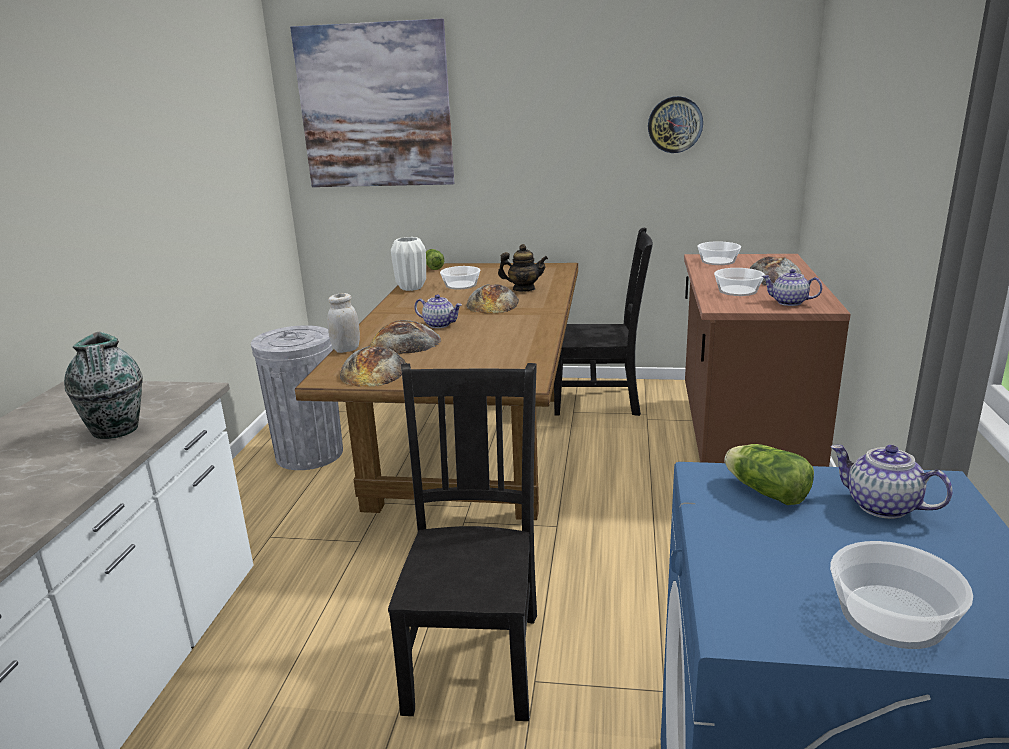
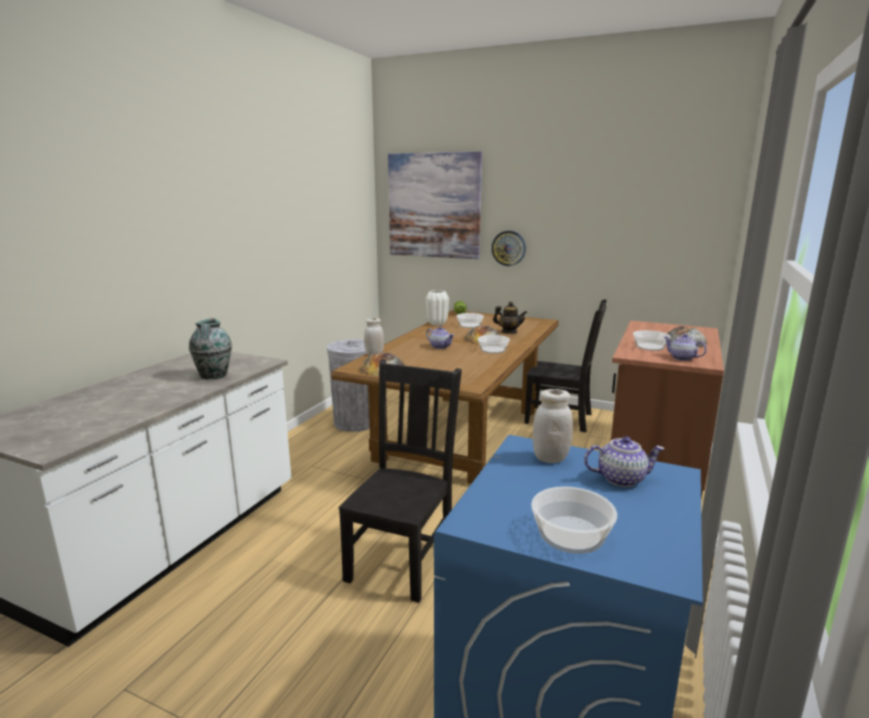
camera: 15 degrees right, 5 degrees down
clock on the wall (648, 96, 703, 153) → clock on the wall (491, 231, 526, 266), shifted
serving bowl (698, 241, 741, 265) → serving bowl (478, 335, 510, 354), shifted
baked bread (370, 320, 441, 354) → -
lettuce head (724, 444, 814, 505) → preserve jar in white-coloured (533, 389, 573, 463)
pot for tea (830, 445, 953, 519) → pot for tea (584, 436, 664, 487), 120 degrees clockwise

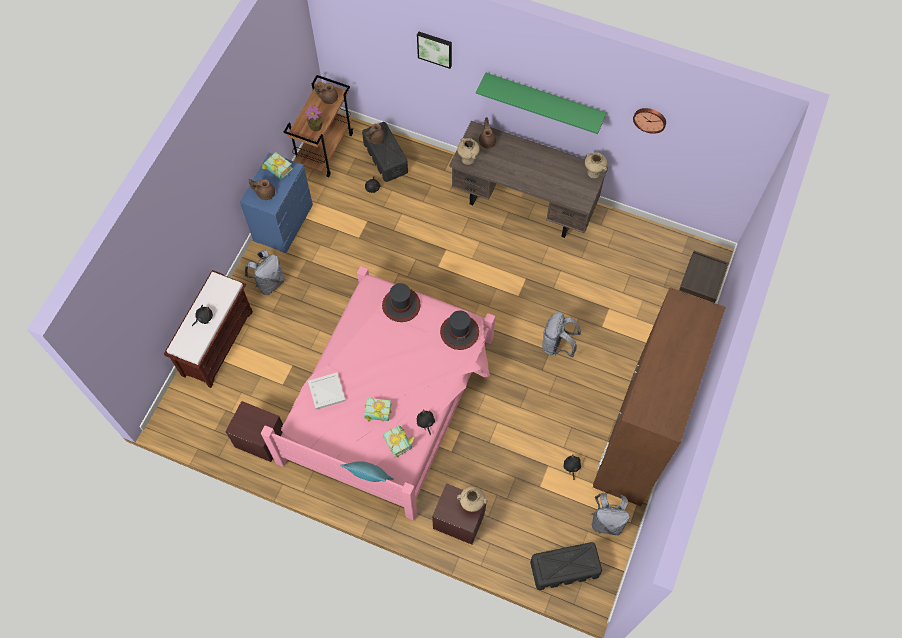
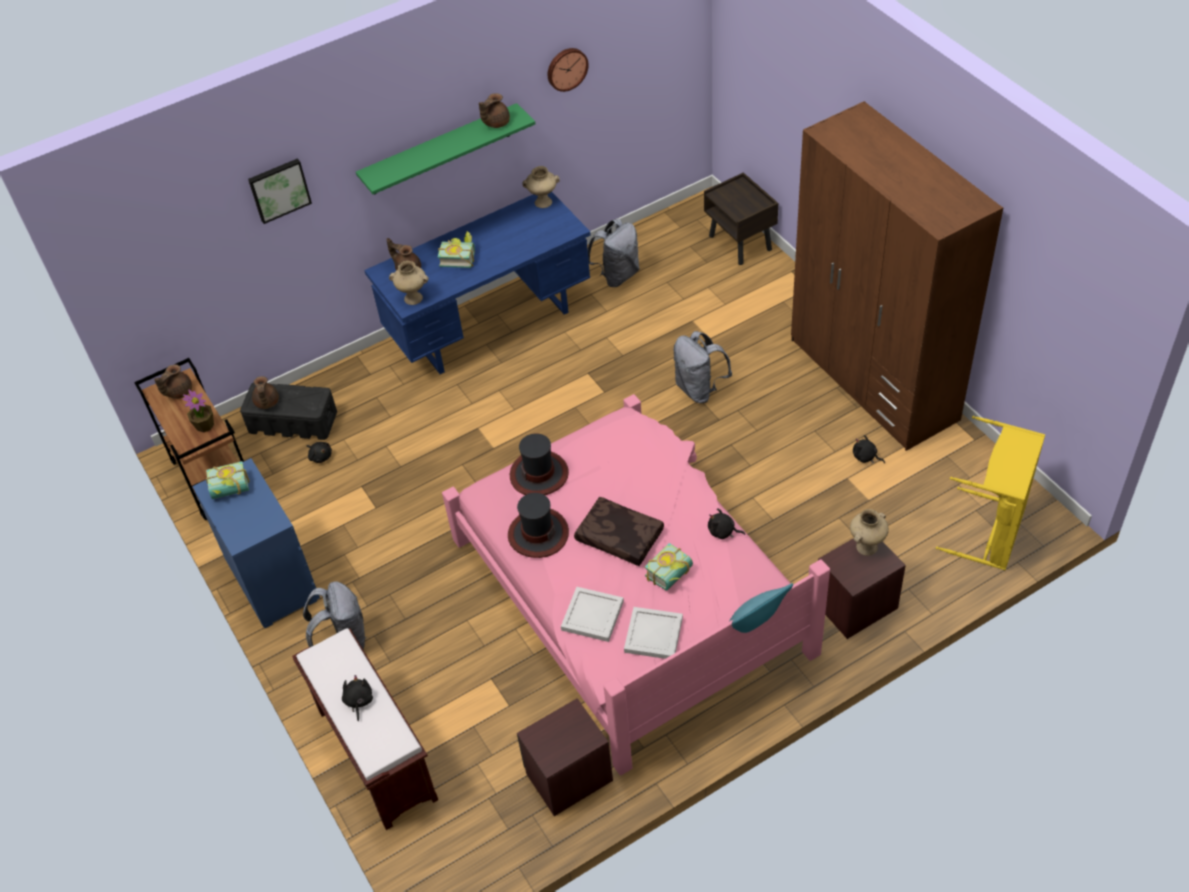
camera: 50 degrees left, 15 degrees down
desk table in brownish (449, 121, 608, 238) → desk table in bluish (364, 192, 591, 374)
pot for tea in brownish (249, 179, 275, 200) → pot for tea in brownish (479, 93, 510, 128), shifted
wearable hat (440, 310, 479, 350) → wearable hat (508, 493, 569, 558), shifted
book (383, 426, 415, 457) → book (438, 231, 475, 268), shifted
knapsack in gray (590, 493, 630, 535) → knapsack in gray (588, 219, 639, 287), shifted
storage box in black-coloured (530, 542, 602, 590) → washing basket in yellow (936, 416, 1045, 570)
- → throw pillow in brownish (574, 497, 664, 566)
- → serving tray in white-coloured (624, 607, 683, 659)

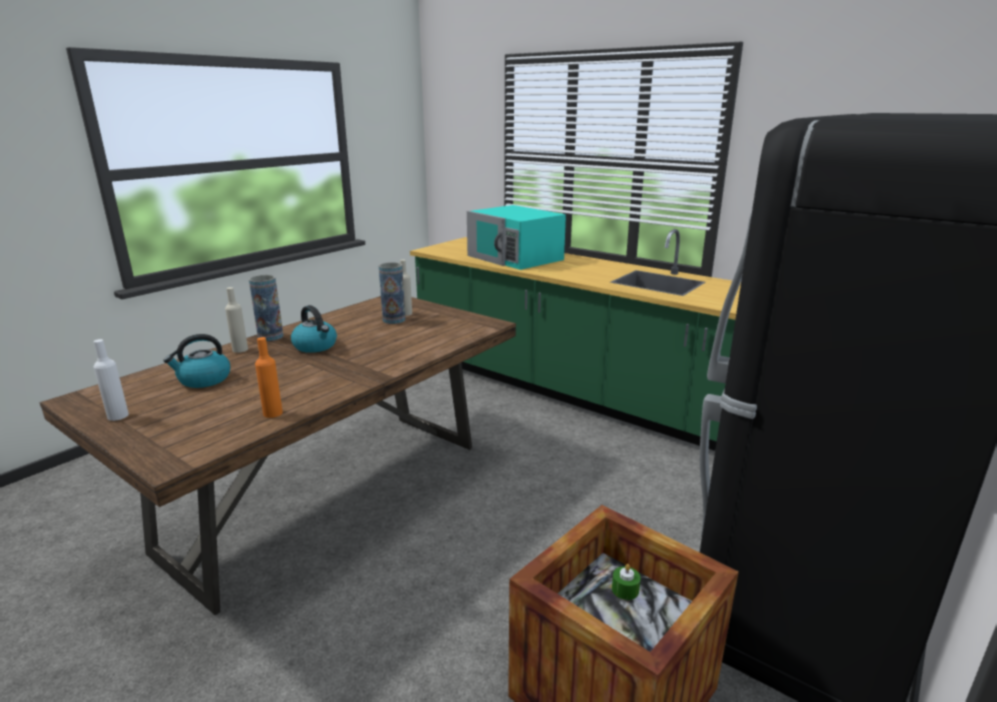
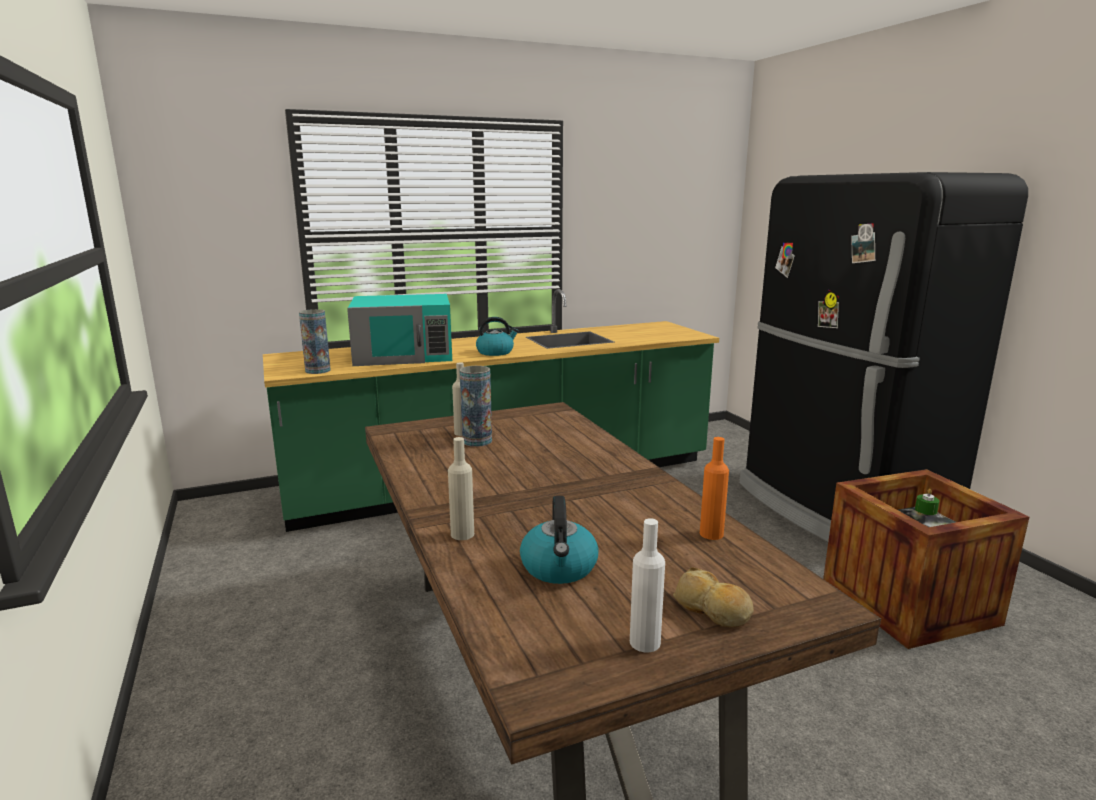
camera: 60 degrees left, 5 degrees down
flower vase (249, 275, 283, 341) → flower vase (299, 309, 331, 374), shifted
water kettle (291, 305, 337, 353) → water kettle (476, 317, 519, 356), shifted
- → baked bread (673, 567, 754, 627)

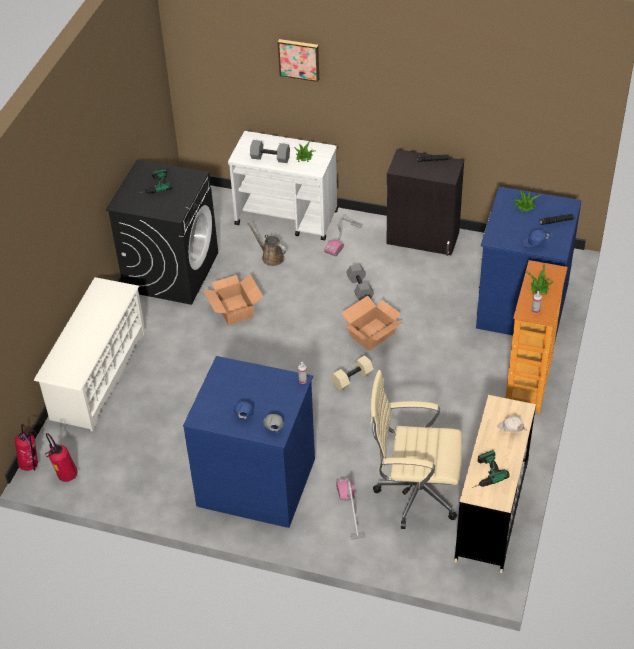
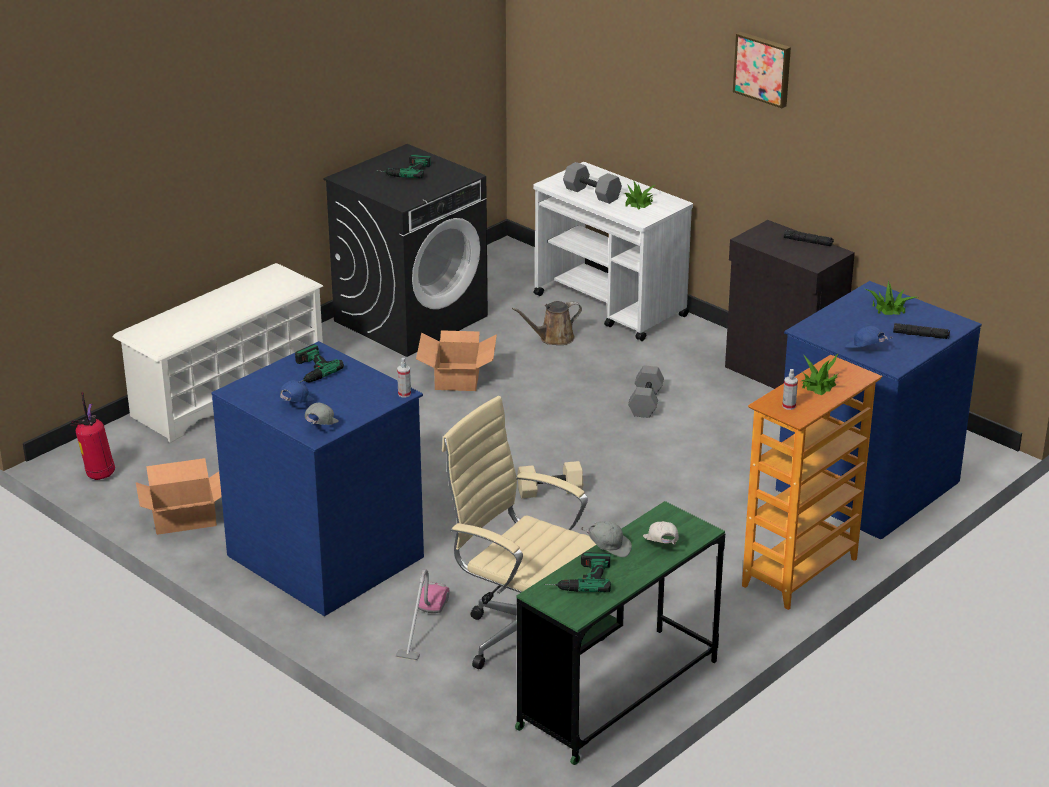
camera: 25 degrees right, 15 degrees down
wall picture (278, 39, 319, 82) → wall picture (733, 32, 791, 108), shifted
vacuum cleaner (324, 217, 363, 256) → -
watering pot in brownish (248, 223, 286, 266) → watering pot in brownish (512, 301, 582, 345), 90 degrees counterclockwise
cardboard box (341, 296, 404, 351) → cardboard box (136, 458, 222, 535), shifted
desk table in beige-coloured (454, 395, 536, 573) → desk table in green (515, 501, 725, 765)
fire extinguisher (15, 424, 38, 471) → -
- → electric drill (295, 344, 344, 383)
- → peaked cap in gray (581, 521, 632, 557)

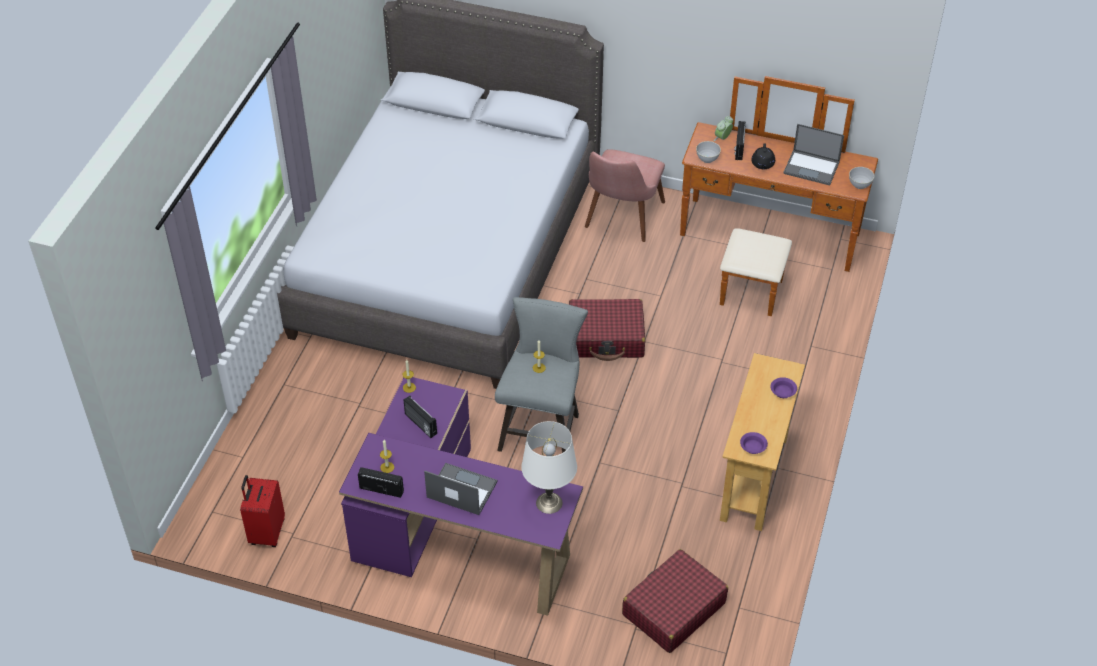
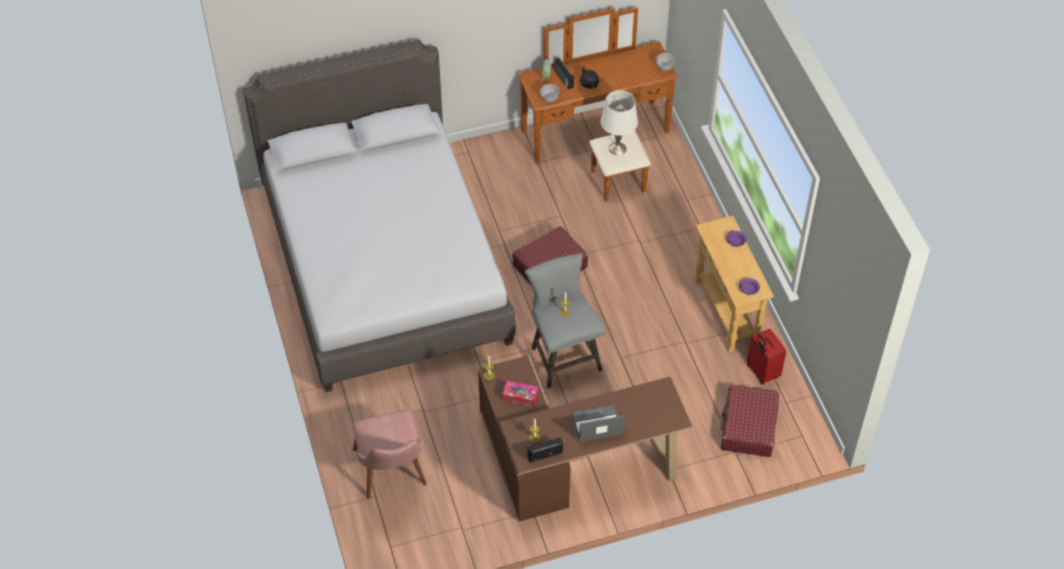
camera: 35 degrees left, 5 degrees up
notebook computer (783, 124, 844, 186) → -
chair in pink (585, 149, 665, 242) → chair in pink (353, 410, 427, 499), shifted
desk table in purple (339, 377, 583, 616) → desk table in brownish (478, 355, 692, 521)
radio (404, 396, 437, 438) → tissue box (502, 381, 539, 407)
tabletop lamp in white-coloured (521, 421, 577, 514) → tabletop lamp in white-coloured (601, 90, 638, 155), shifted
suitcase in reddish (240, 475, 285, 547) → suitcase in reddish (747, 329, 786, 385), shifted

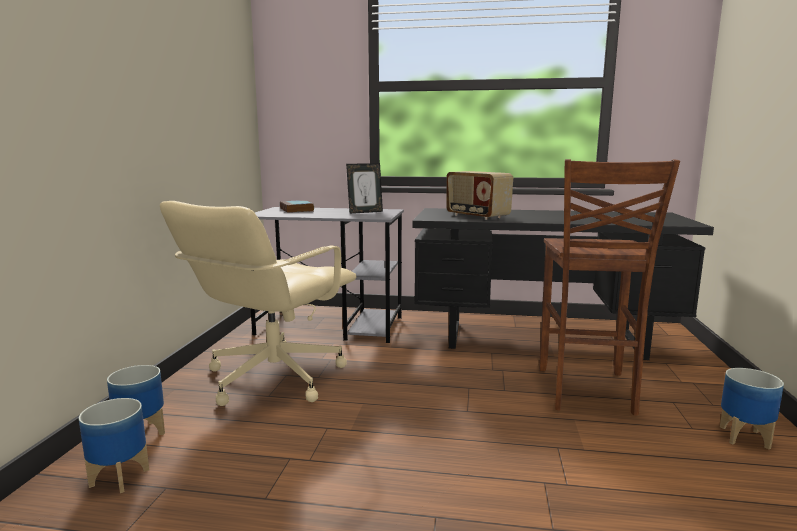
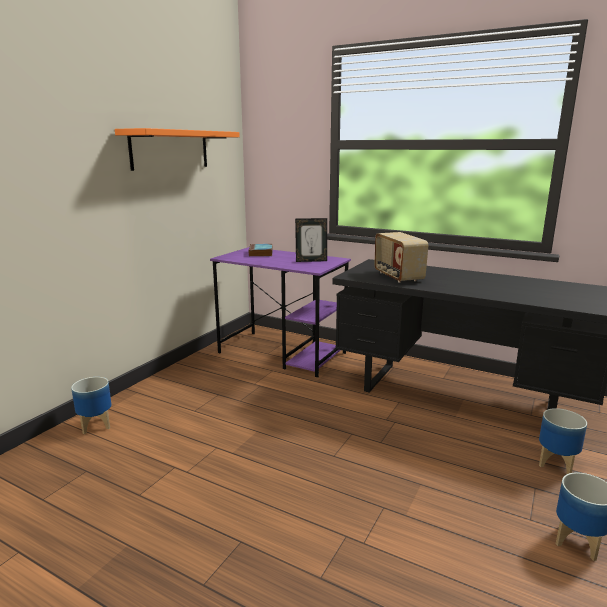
camera: 20 degrees right, 5 degrees up
stool in brownish (539, 159, 680, 416) → -
office chair in beige-coloured (160, 201, 357, 406) → -
desk table in gray (251, 207, 404, 343) → desk table in purple (210, 247, 351, 377)
flower pot (79, 398, 149, 493) → flower pot (539, 408, 587, 474), shifted
- → shelf in orangey (115, 128, 240, 171)

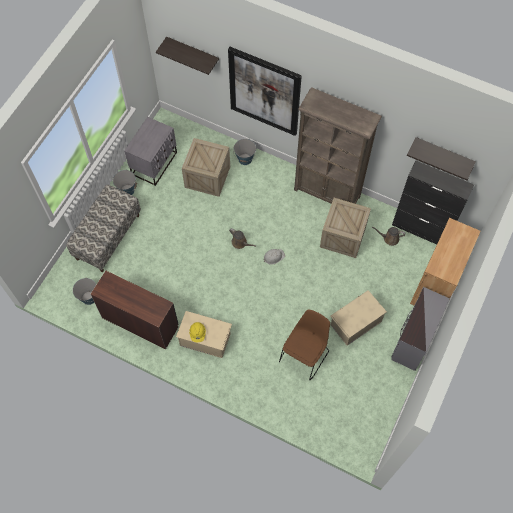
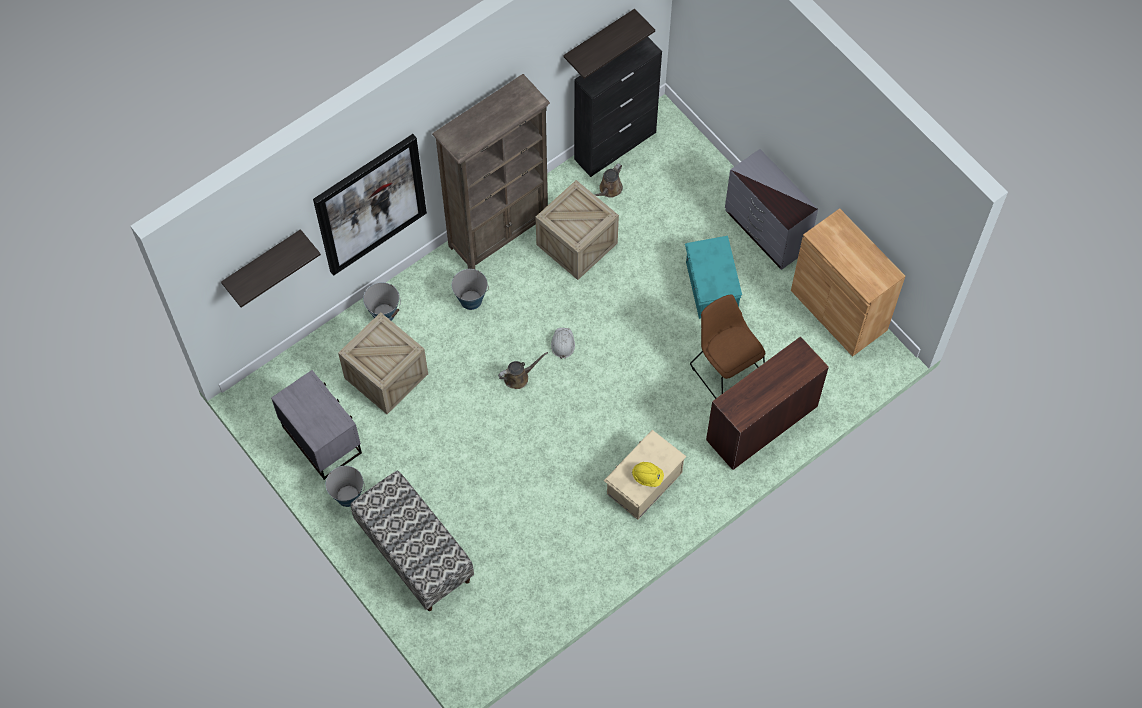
camera: 65 degrees left, 0 degrees up
cupboard in brownish (410, 218, 481, 306) → cupboard in brownish (791, 208, 905, 357), shifted
desk table in brownish (91, 271, 178, 349) → desk table in brownish (706, 336, 829, 470), shifted
pail (73, 278, 96, 305) → pail (452, 269, 489, 310), shifted
storage box in beige-coloured (330, 290, 387, 346) → storage box in turquoise (685, 236, 742, 319)

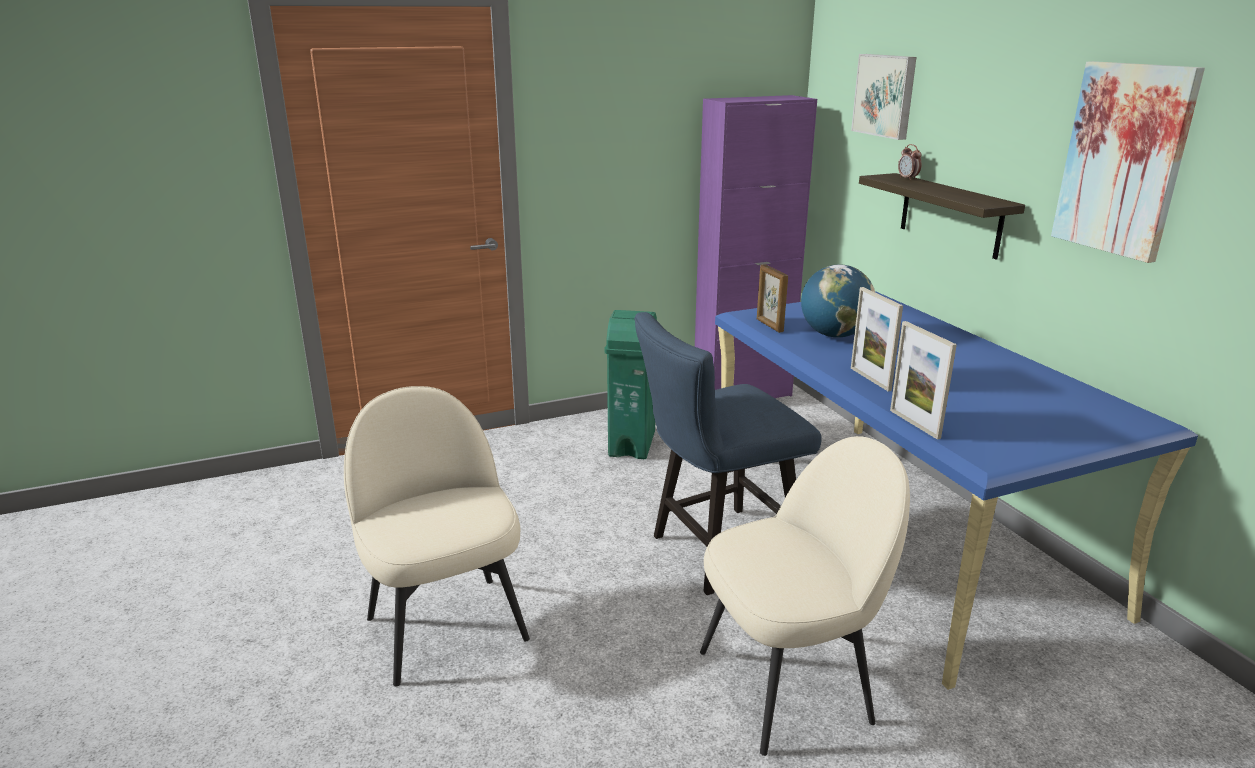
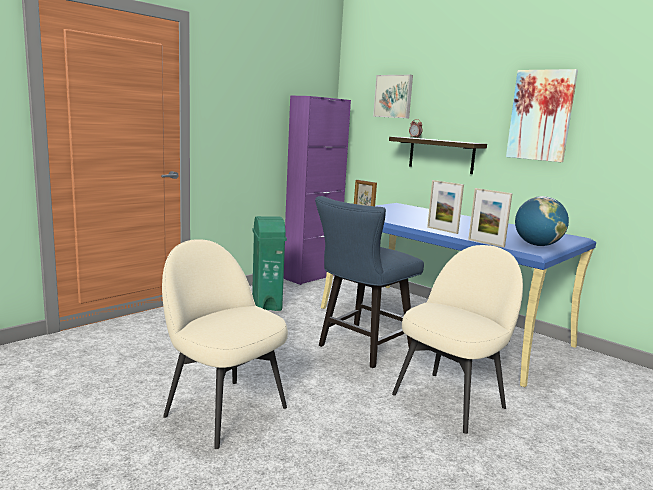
camera: 25 degrees left, 10 degrees down
world globe (801, 265, 875, 338) → world globe (515, 196, 569, 246), shifted

